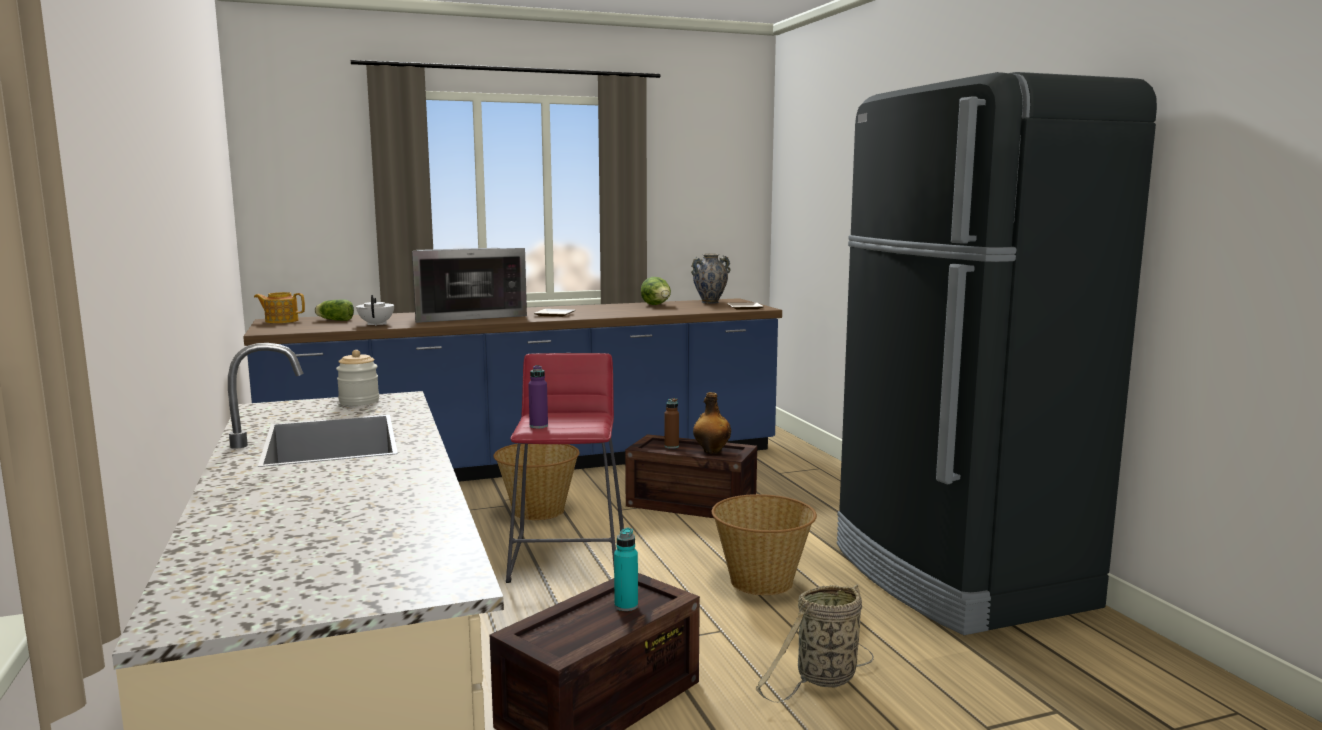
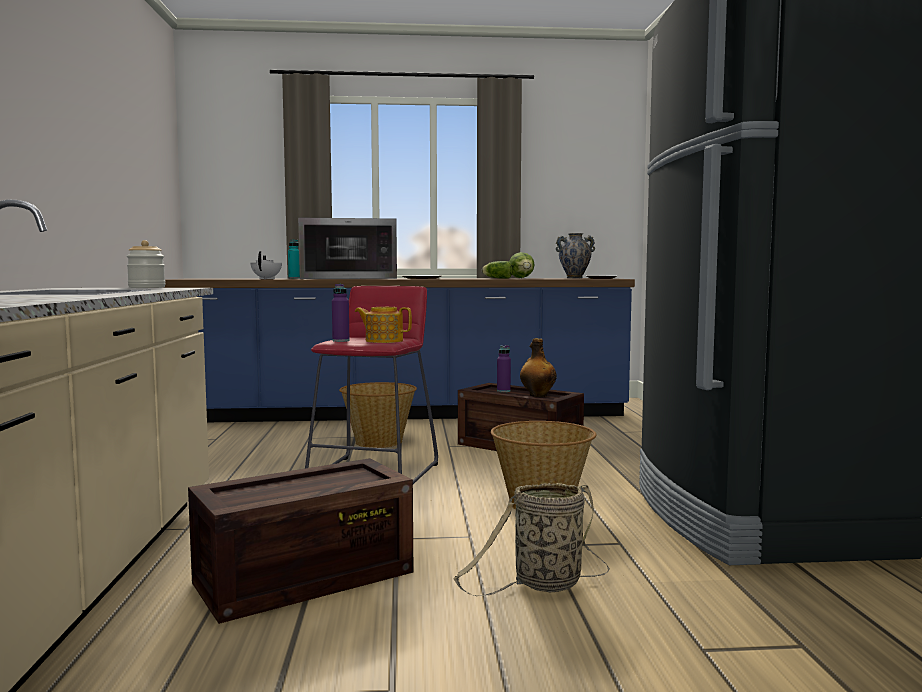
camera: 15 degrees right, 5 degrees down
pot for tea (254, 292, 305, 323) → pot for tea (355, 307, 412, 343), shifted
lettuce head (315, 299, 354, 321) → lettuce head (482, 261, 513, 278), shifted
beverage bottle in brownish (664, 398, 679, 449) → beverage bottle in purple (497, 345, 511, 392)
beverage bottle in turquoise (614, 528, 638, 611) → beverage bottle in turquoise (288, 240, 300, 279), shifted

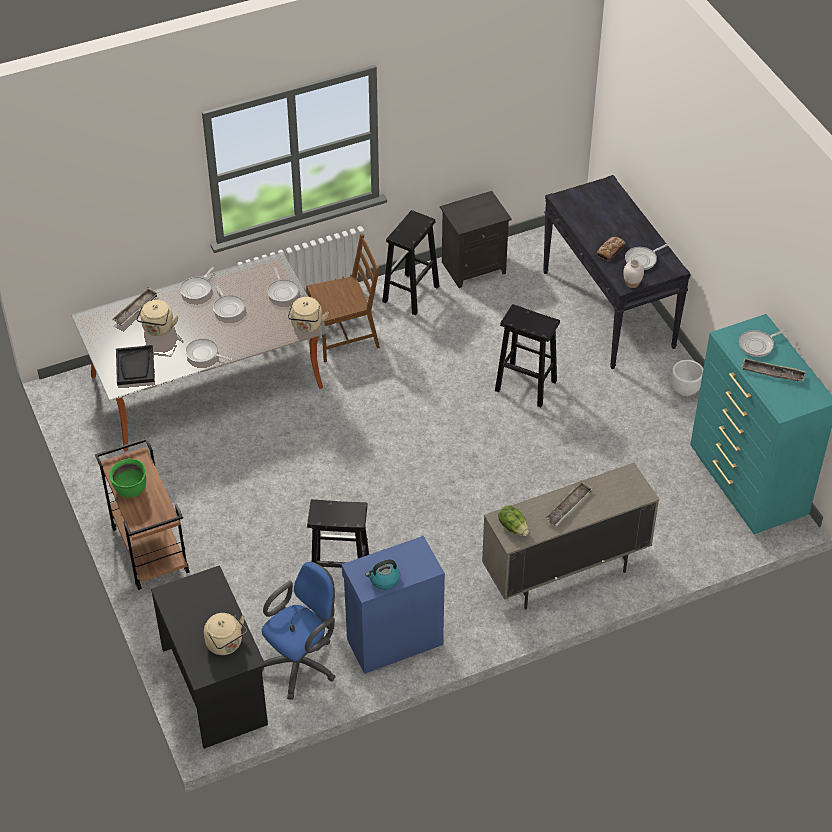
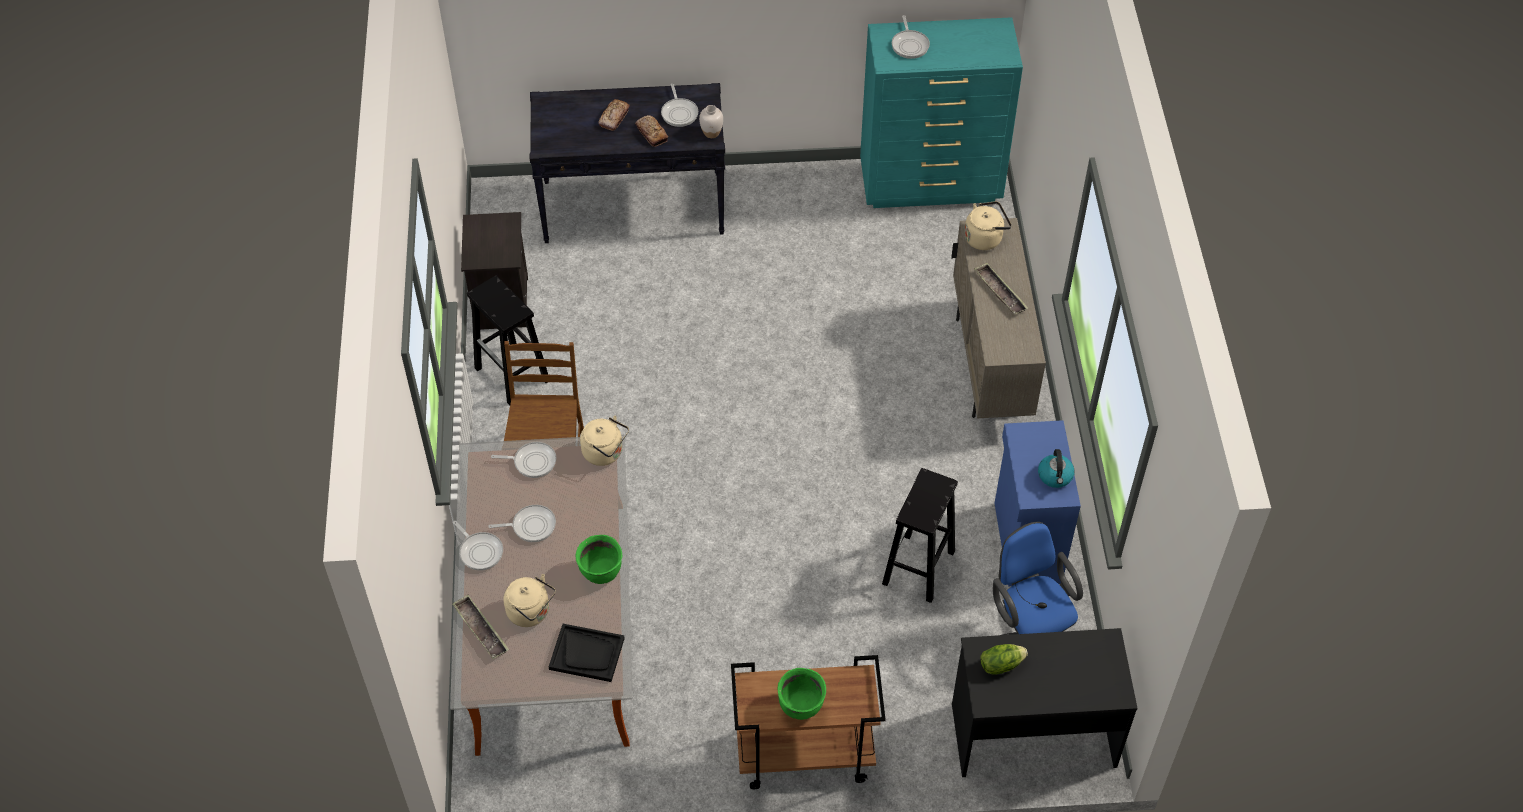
camera: 70 degrees left, 5 degrees up
stool in black-coloured (495, 304, 560, 407) → -
frying pan (185, 338, 232, 364) → saucepot in green (576, 535, 622, 584)
serving tray (742, 358, 806, 381) → -
flower pot in white-coloured (672, 360, 703, 396) → -
lettuce head (498, 506, 529, 536) → lettuce head (980, 644, 1028, 675), shifted
water kettle in beige-coloured (204, 613, 247, 655) → water kettle in beige-coloured (964, 201, 1012, 250), shifted
- → baked bread (598, 99, 630, 131)

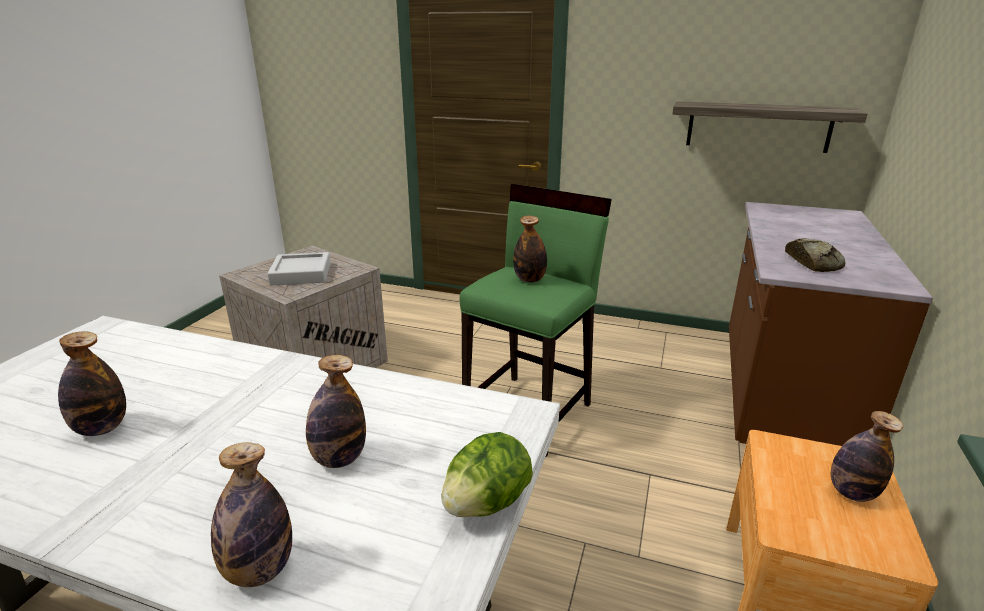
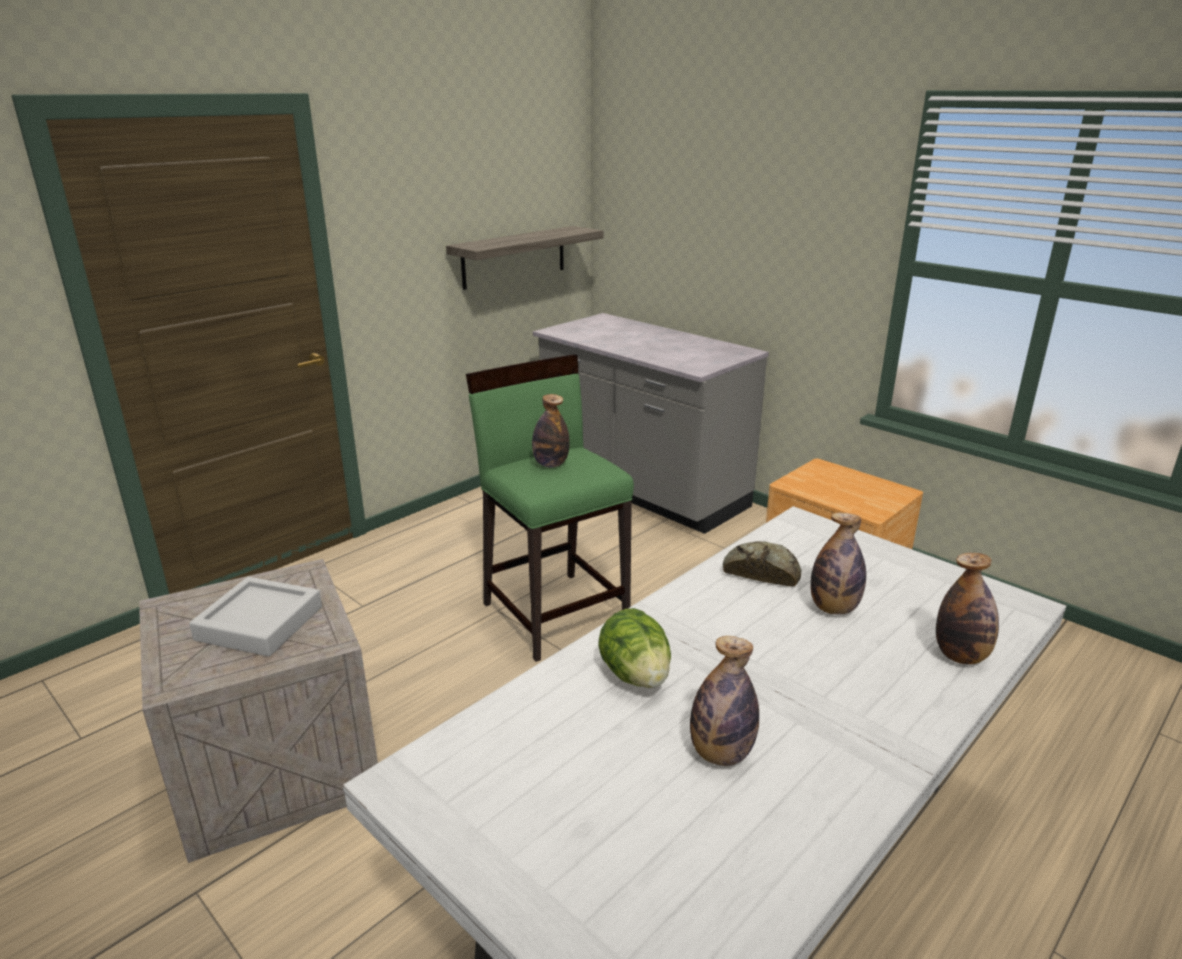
camera: 65 degrees left, 0 degrees up
kitchen base unit in brownish (729, 202, 933, 446) → kitchen base unit in gray (533, 313, 769, 534)
baked bread (785, 238, 845, 272) → baked bread (723, 541, 801, 586), shifted
beverage bottle (831, 411, 903, 502) → -
lettuce head (441, 432, 533, 517) → lettuce head (598, 608, 671, 688), shifted

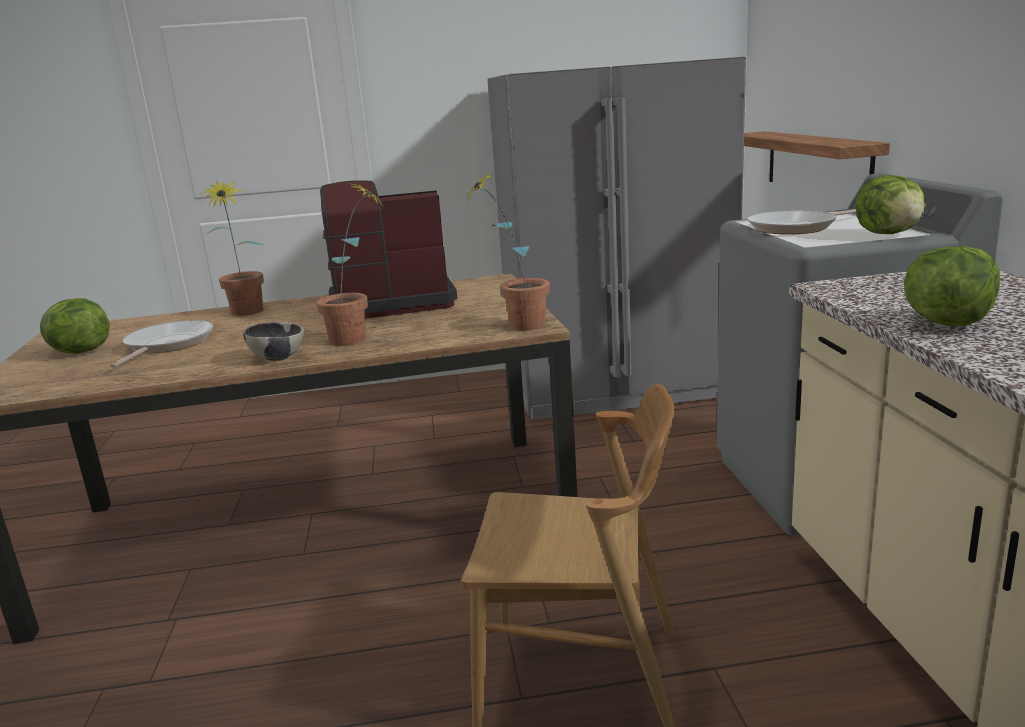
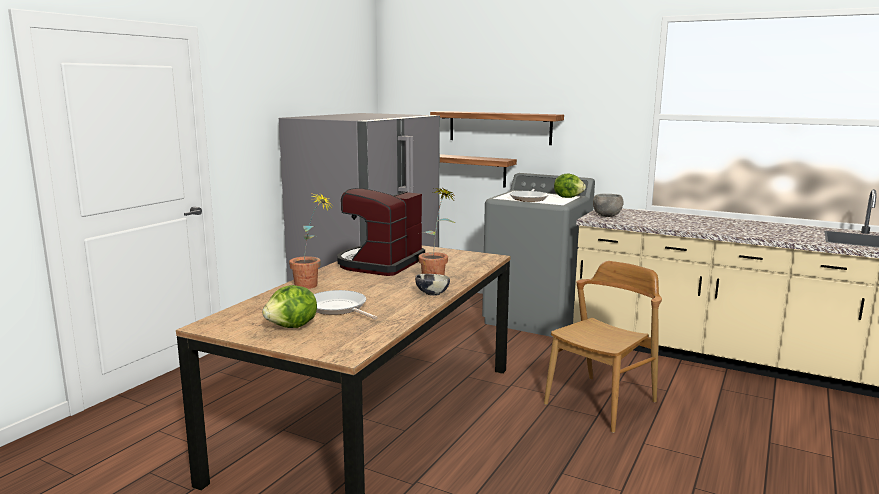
camera: 55 degrees left, 5 degrees down
houseplant (462, 172, 550, 330) → -
lettuce head (904, 246, 1000, 326) → -
- → shelf (430, 111, 564, 145)
- → serving bowl in gray (593, 194, 624, 217)

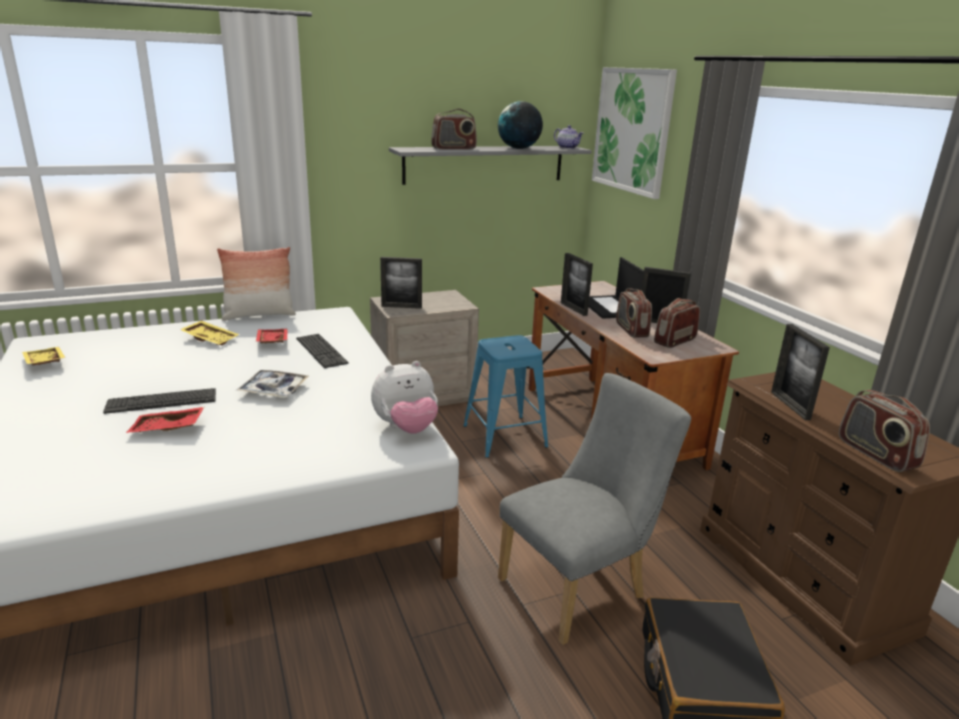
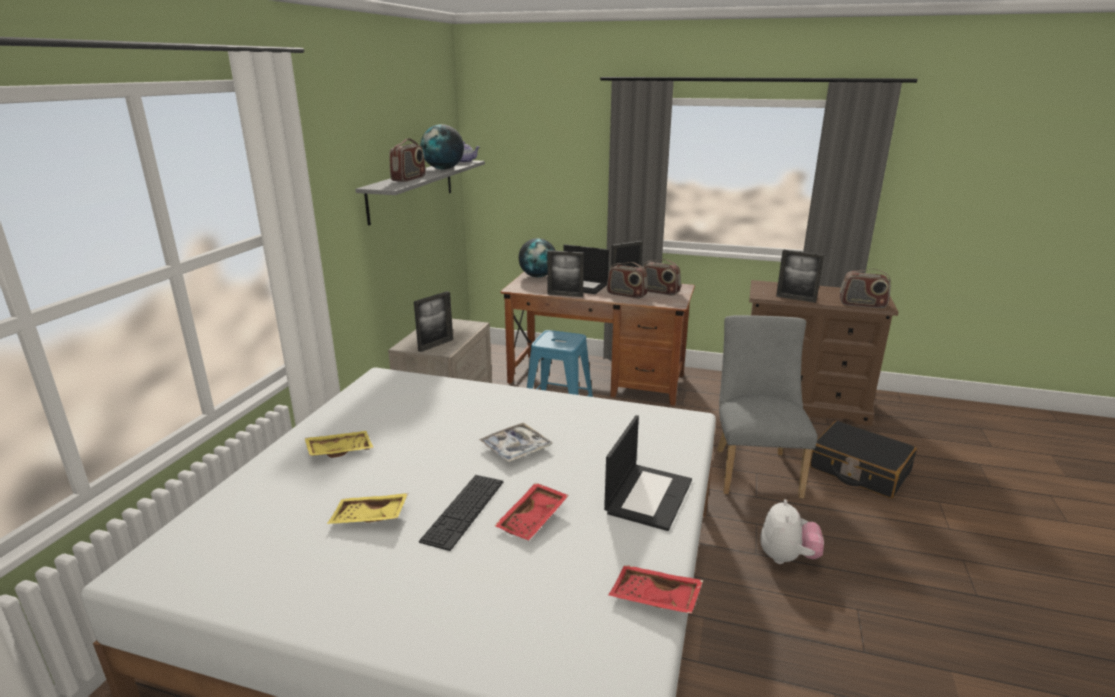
camera: 50 degrees left, 0 degrees up
wall picture (592, 67, 677, 199) → -
throw pillow (217, 247, 296, 321) → -
radio (654, 298, 700, 348) → radio (643, 259, 681, 296), 60 degrees counterclockwise
serving tray in reddish (256, 329, 287, 343) → serving tray in reddish (609, 565, 703, 614), shifted
computer keyboard (296, 334, 348, 368) → -
serving tray in yellow (22, 347, 65, 366) → serving tray in yellow (327, 493, 408, 524), shifted
soft toy (371, 361, 438, 434) → soft toy (760, 499, 824, 564), shifted
- → world globe (519, 238, 556, 277)
- → notebook computer (604, 415, 692, 531)

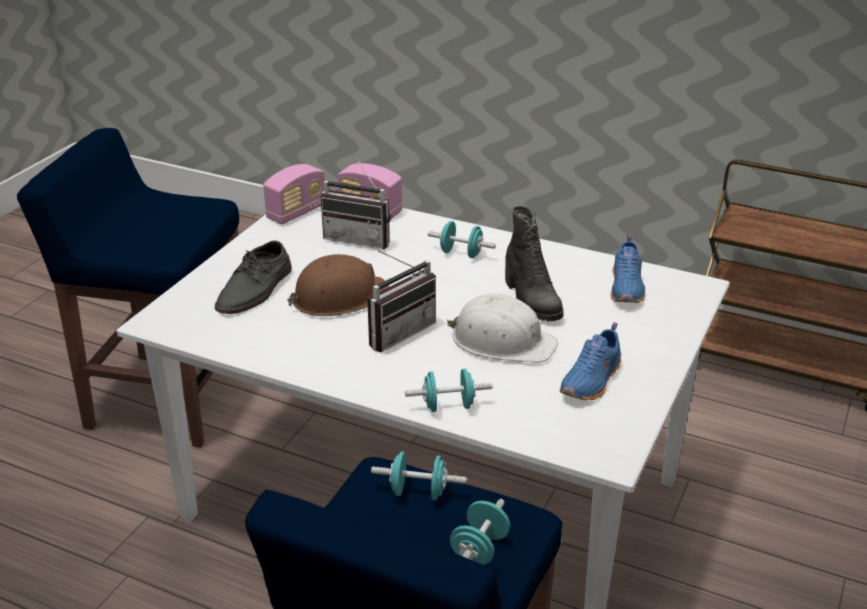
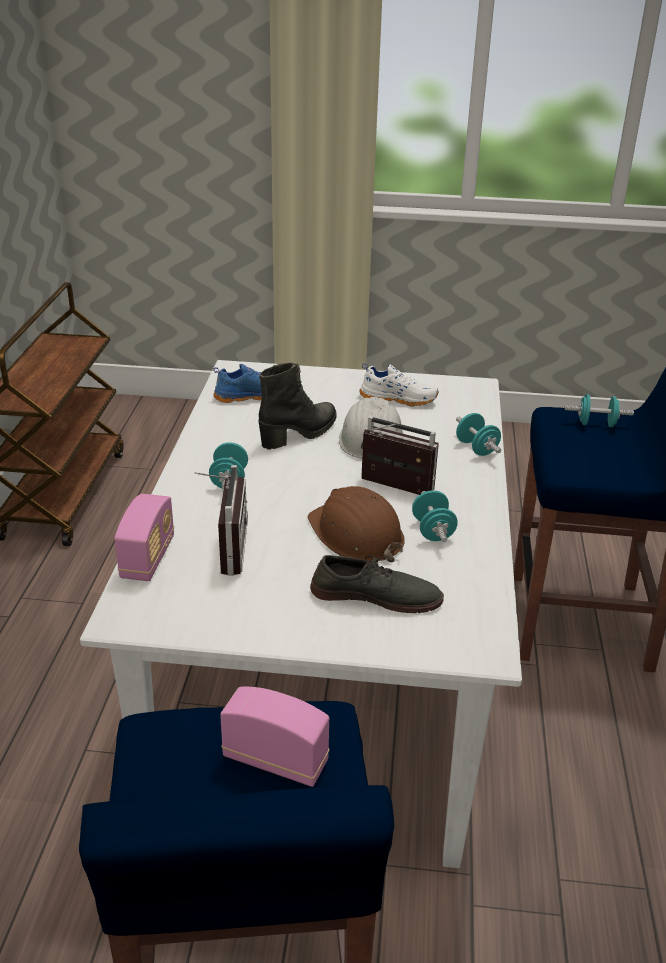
camera: 110 degrees left, 0 degrees up
radio (263, 164, 325, 225) → radio (220, 687, 329, 787), shifted
item of footwear in bluish (560, 322, 621, 400) → item of footwear in white-coloured (359, 363, 439, 406)
free weight in turquoise (371, 452, 467, 500) → free weight in turquoise (412, 490, 457, 542), shifted

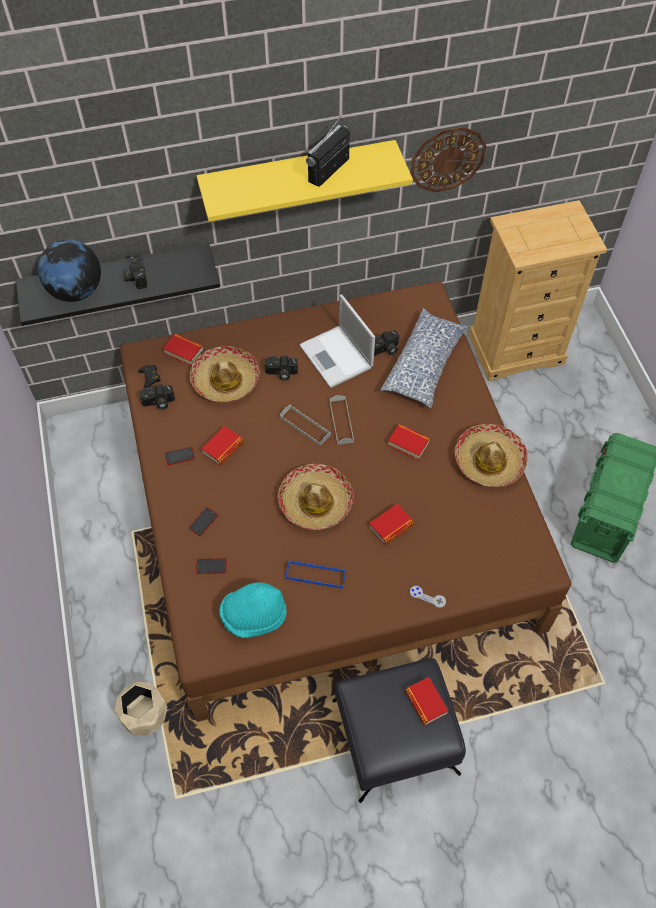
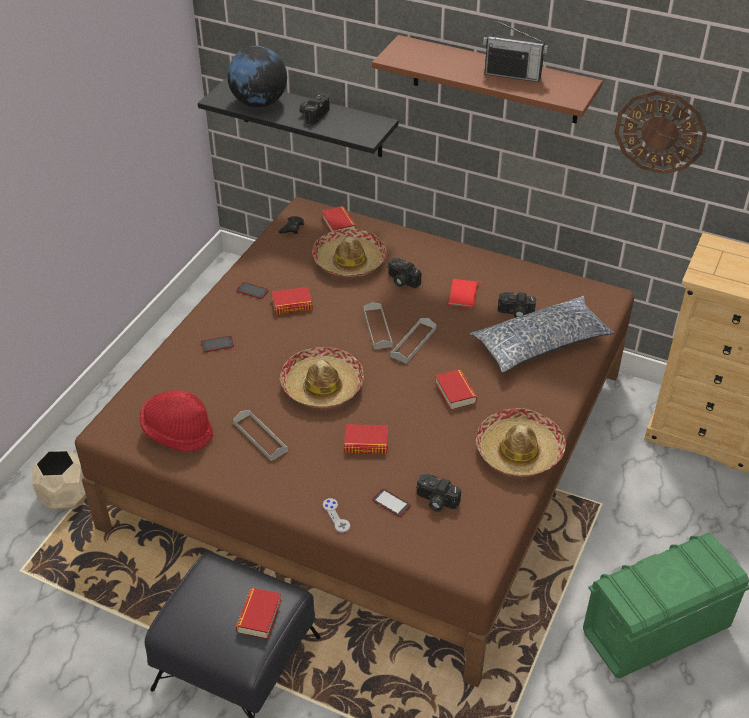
camera: 40 degrees right, 15 degrees down
radio (306, 116, 350, 186) → radio (483, 20, 549, 82), 150 degrees counterclockwise
shelf in yellow (197, 140, 413, 222) → shelf in brownish (372, 35, 603, 123)
notebook computer (299, 295, 375, 388) → book in reddish (448, 279, 486, 308)
photo camera (139, 384, 175, 410) → photo camera (416, 474, 461, 512), shifted
telephone (196, 558, 227, 574) → telephone (372, 489, 411, 517), shifted
serving tray in bluish (286, 560, 346, 589) → serving tray in gray (233, 410, 288, 461)
wearable hat in turquoise (219, 582, 287, 638) → wearable hat in reddish (140, 390, 213, 451)

